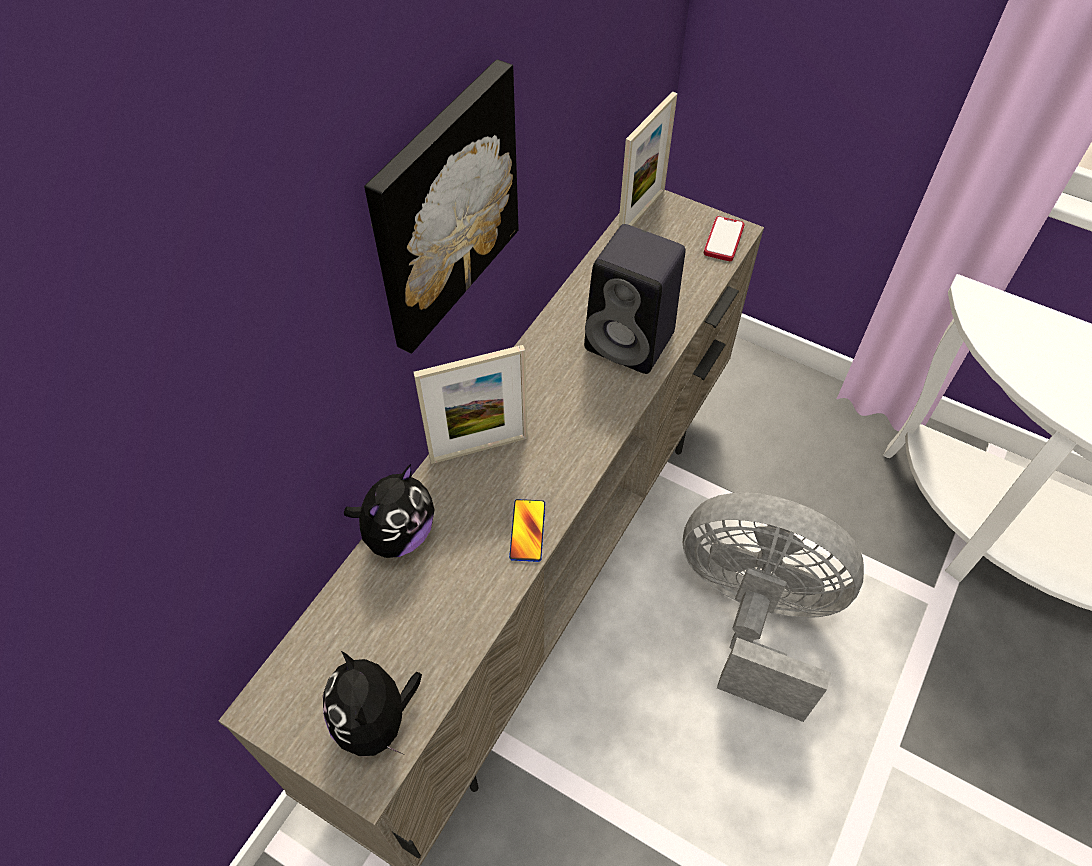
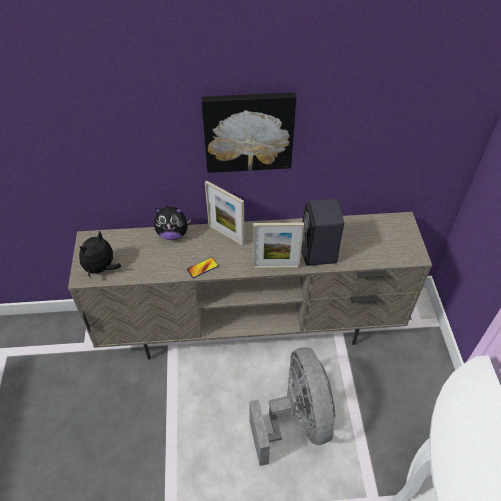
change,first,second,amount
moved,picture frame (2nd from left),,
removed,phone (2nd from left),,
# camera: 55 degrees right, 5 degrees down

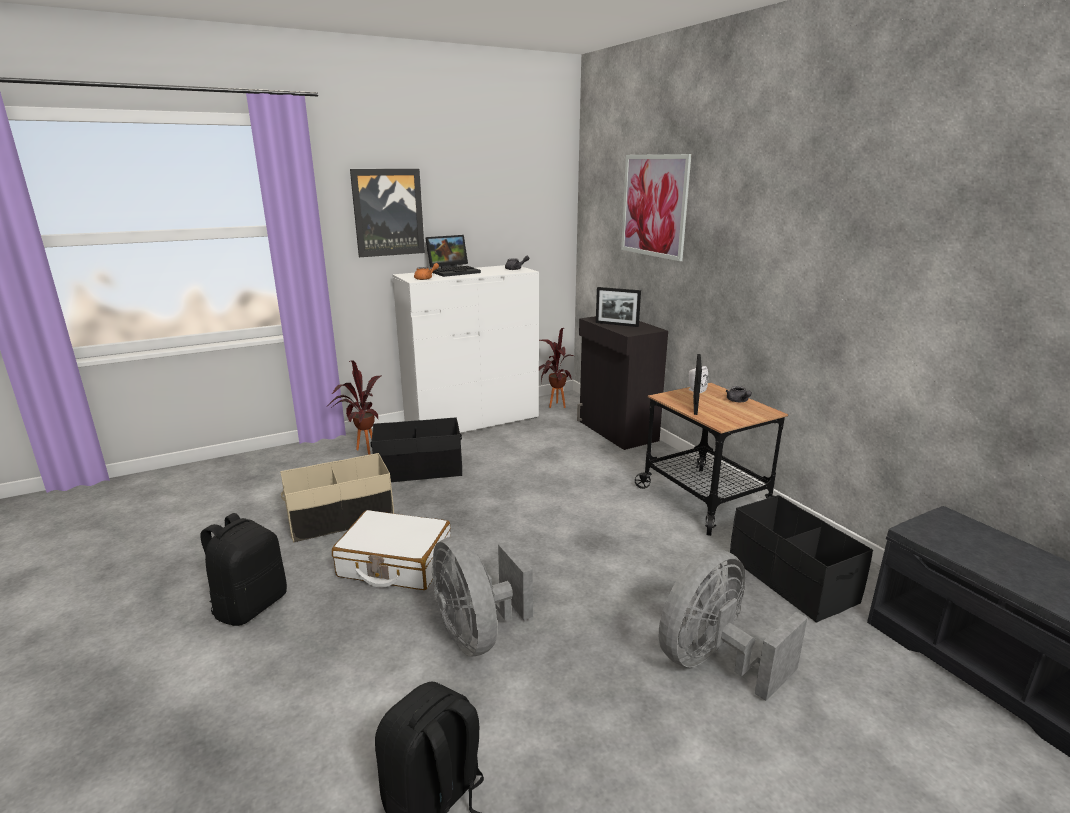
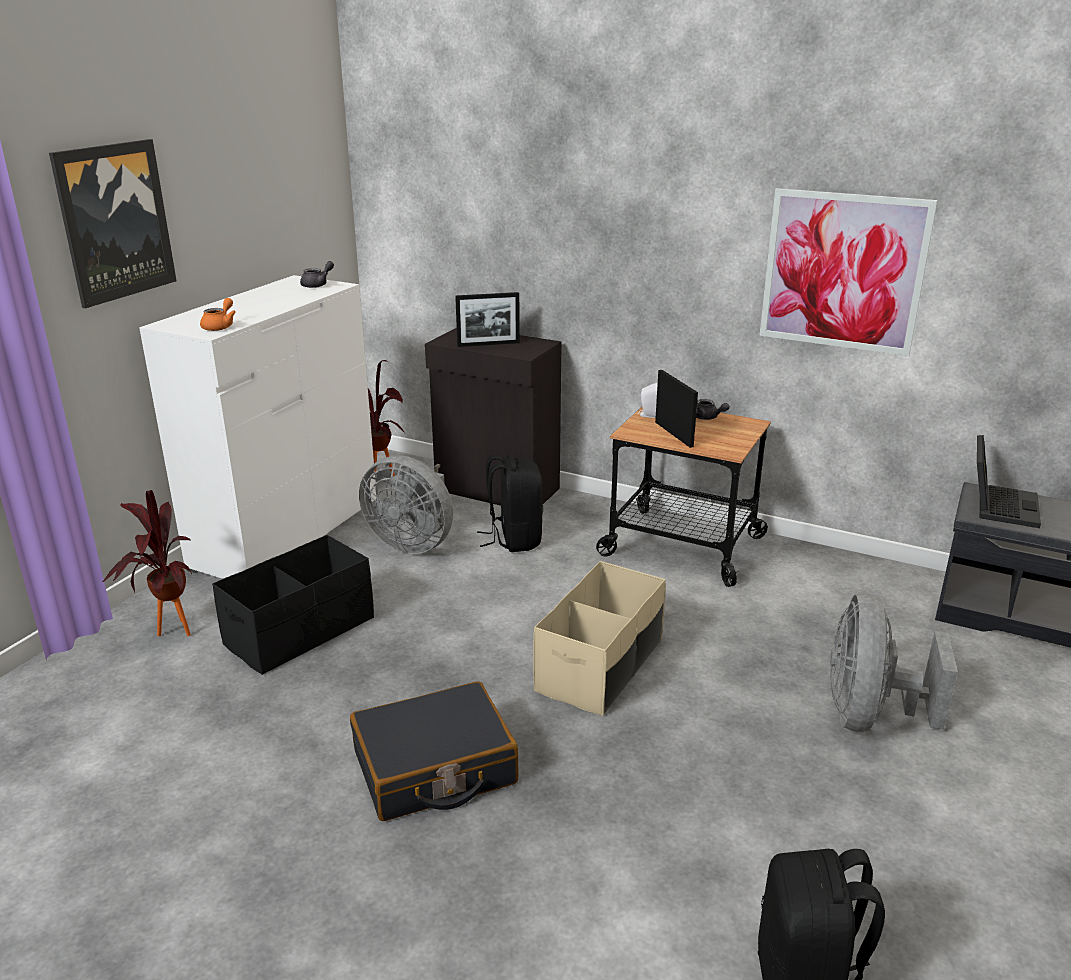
change,first,second,amount
moved,black backpack (1st from left),,
moved,beige storage box,,
recoloured,white suitcase,black suitcase,
moved,laptop,,
moved,grey fan (1st from left),,
moved,picture (2nd from left),,
removed,black storage box (2nd from left),,
# camera: 35 degrees left, 5 degrees up

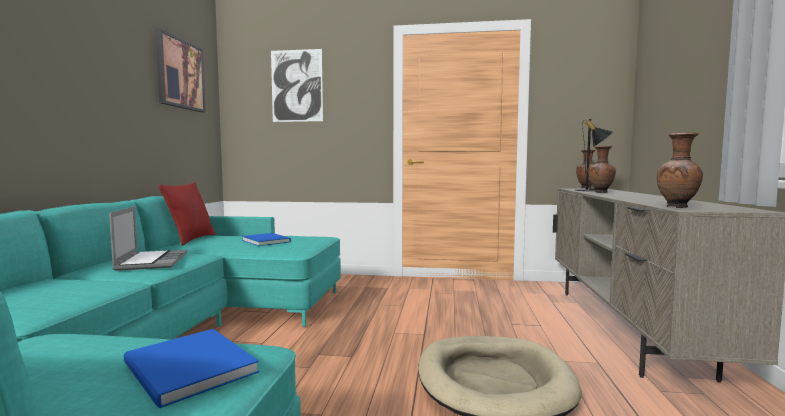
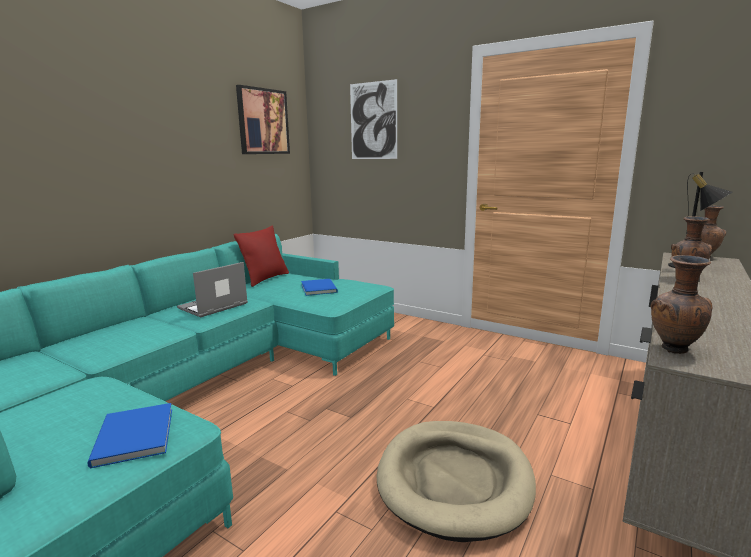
change,first,second,amount
turned,laptop,,150 degrees counterclockwise
# camera: 25 degrees right, 10 degrees up

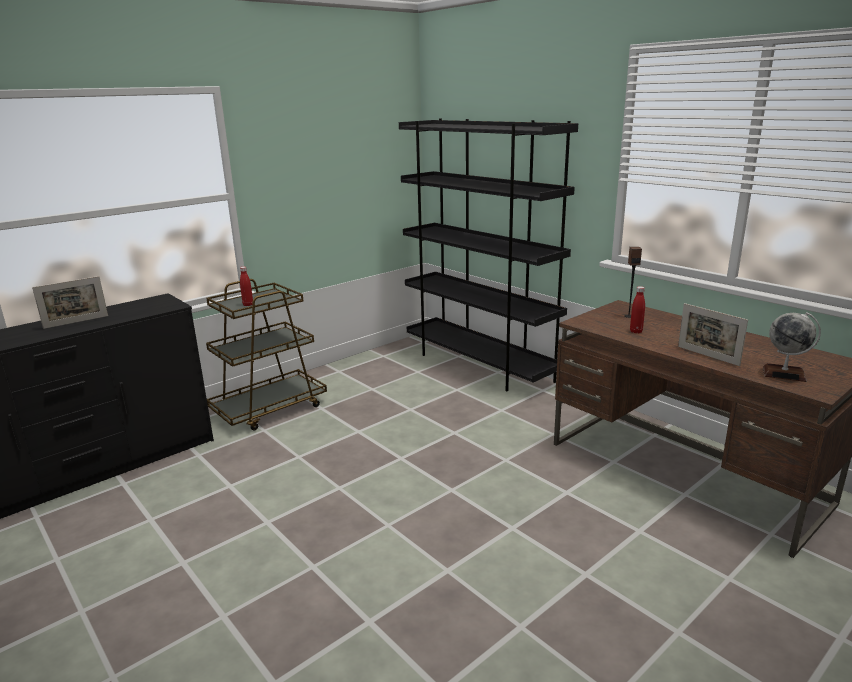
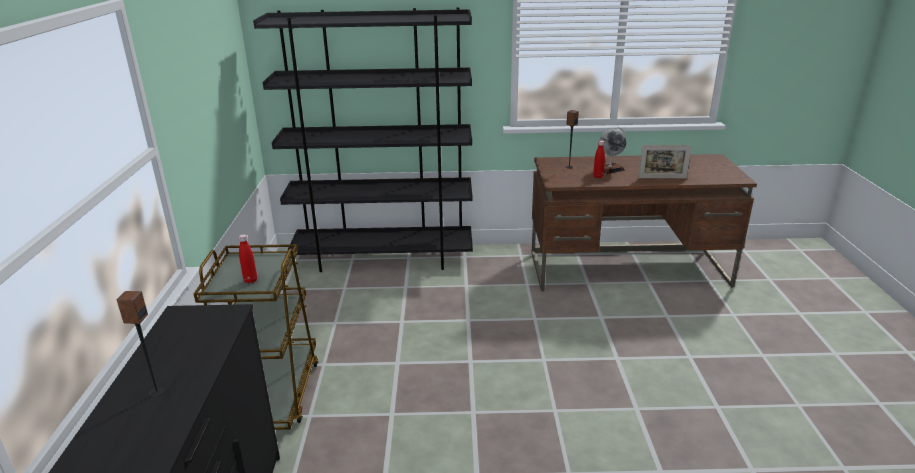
change,first,second,amount
replaced,picture frame (1st from left),speaker (1st from left),
moved,globe,,
# camera: 50 degrees left, 5 degrees up

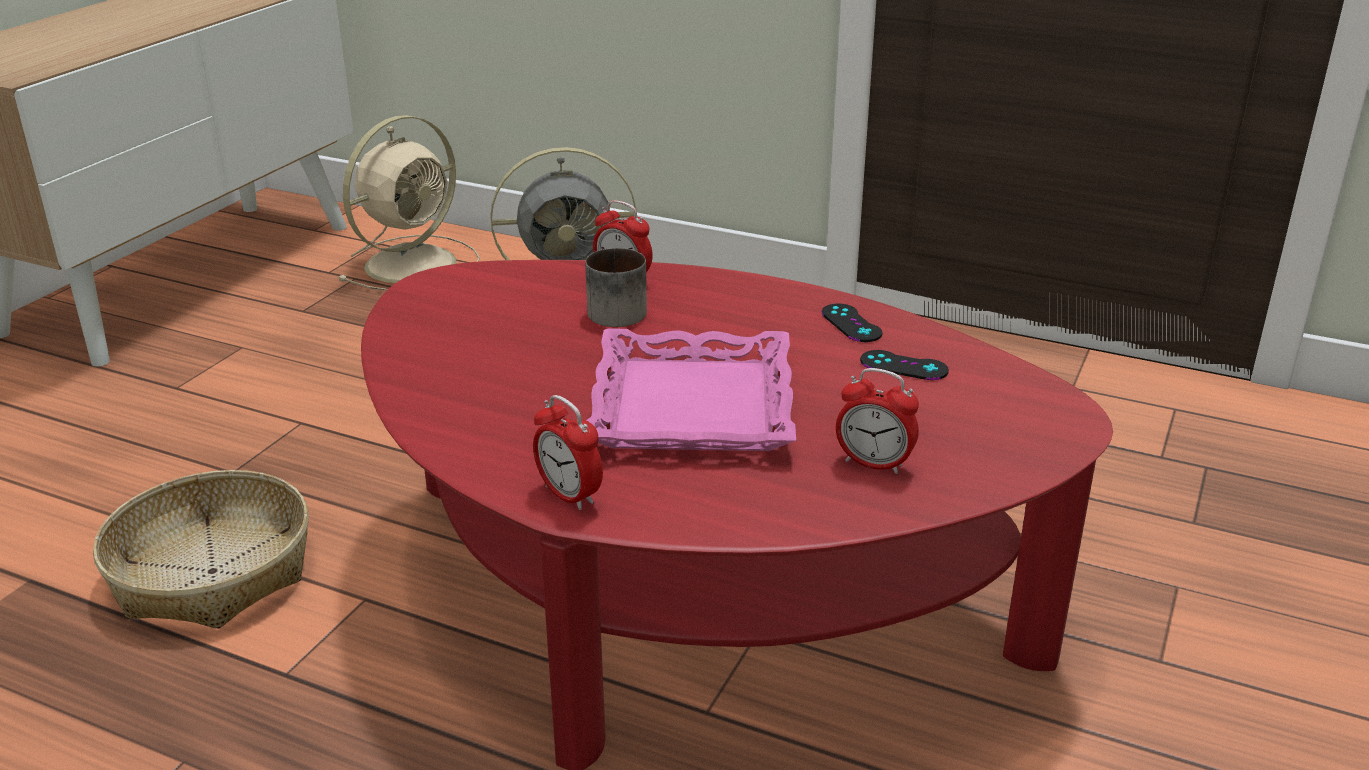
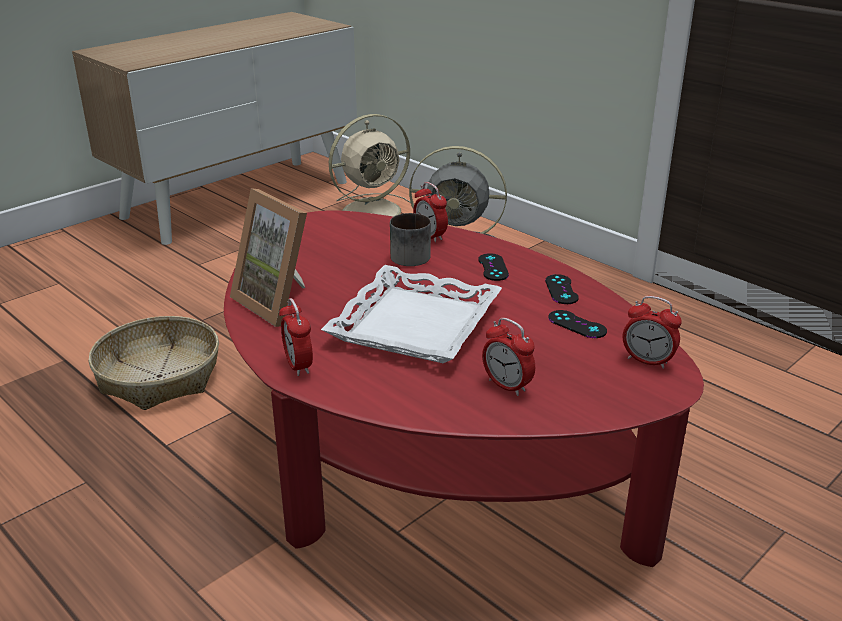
change,first,second,amount
recoloured,pink tray,white tray,
added,,picture frame,
added,,black game controller (1st from left),
added,,alarm clock (4th from left),
# camera: 20 degrees right, 0 degrees up

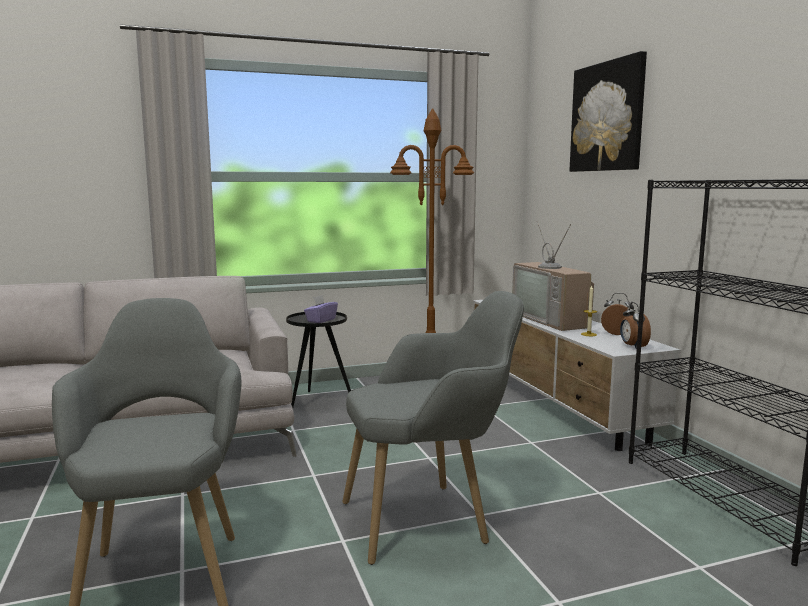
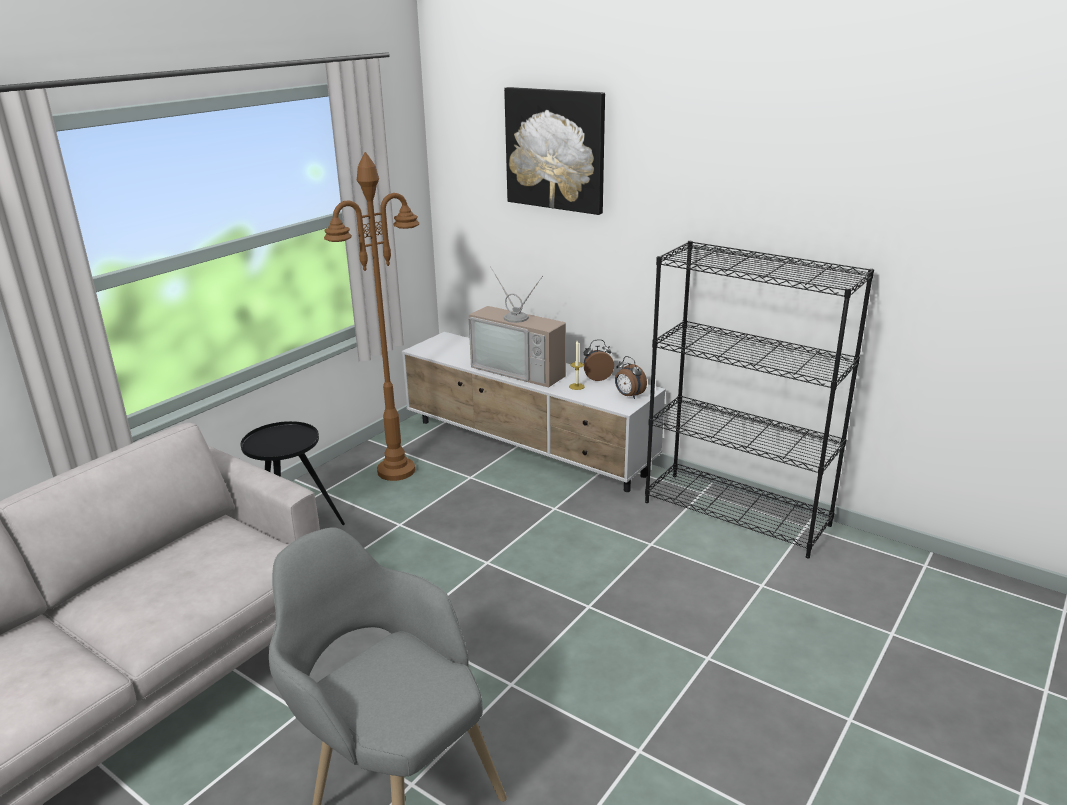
change,first,second,amount
removed,purple tissue box,,
removed,grey armchair (2nd from left),,
# camera: 35 degrees left, 15 degrees up

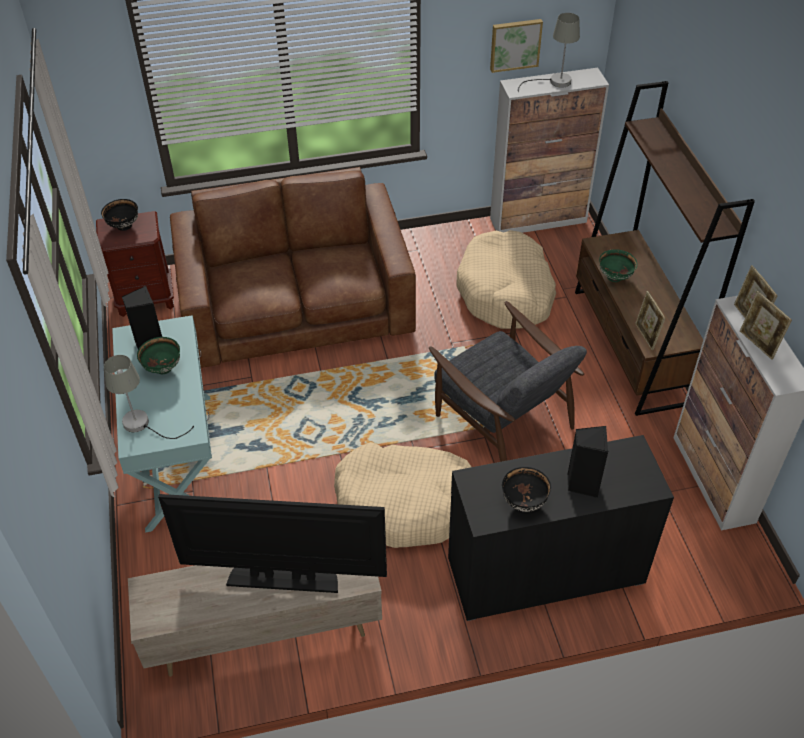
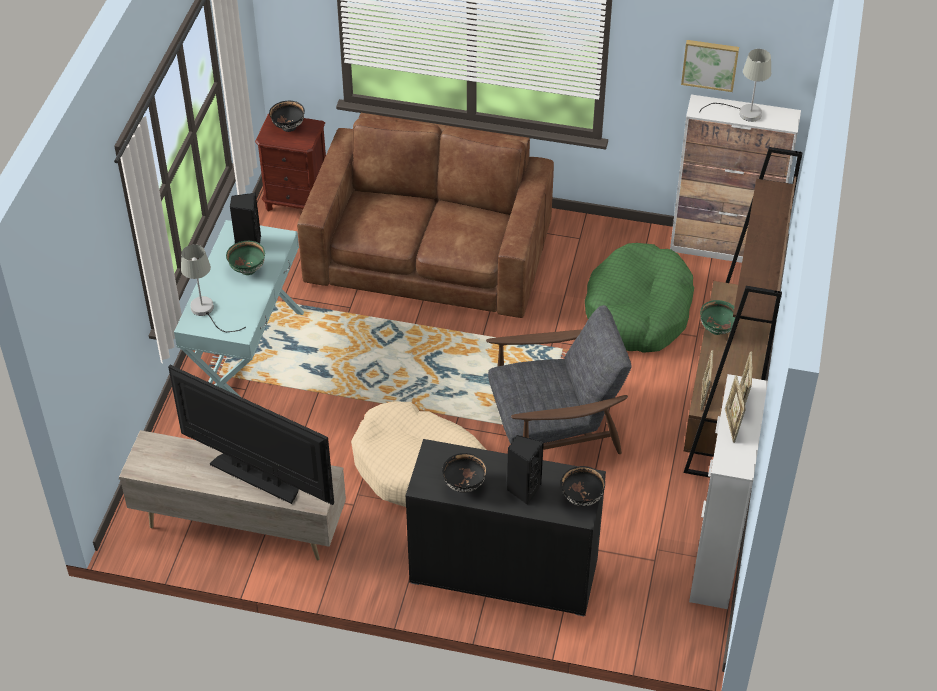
change,first,second,amount
turned,grey armchair,,90 degrees counterclockwise
recoloured,beige dog bed (2nd from left),green dog bed,
added,,black bowl (3rd from left),
# camera: 25 degrees right, 0 degrees up

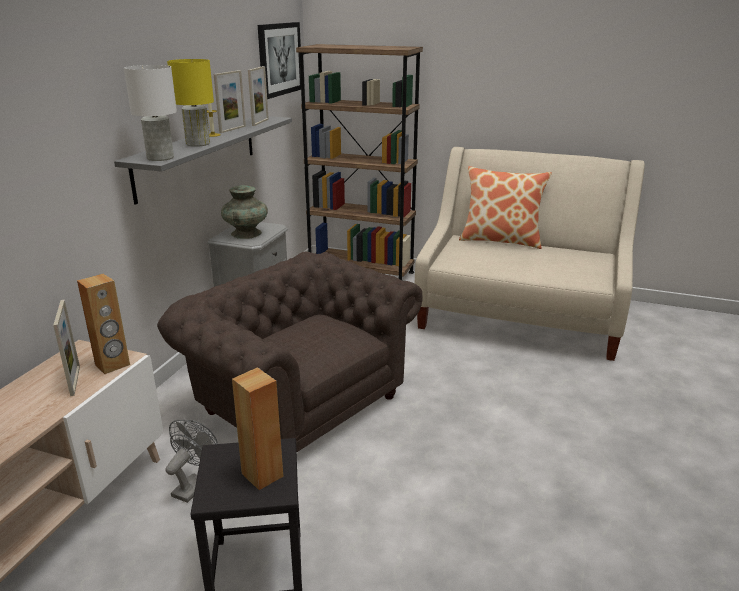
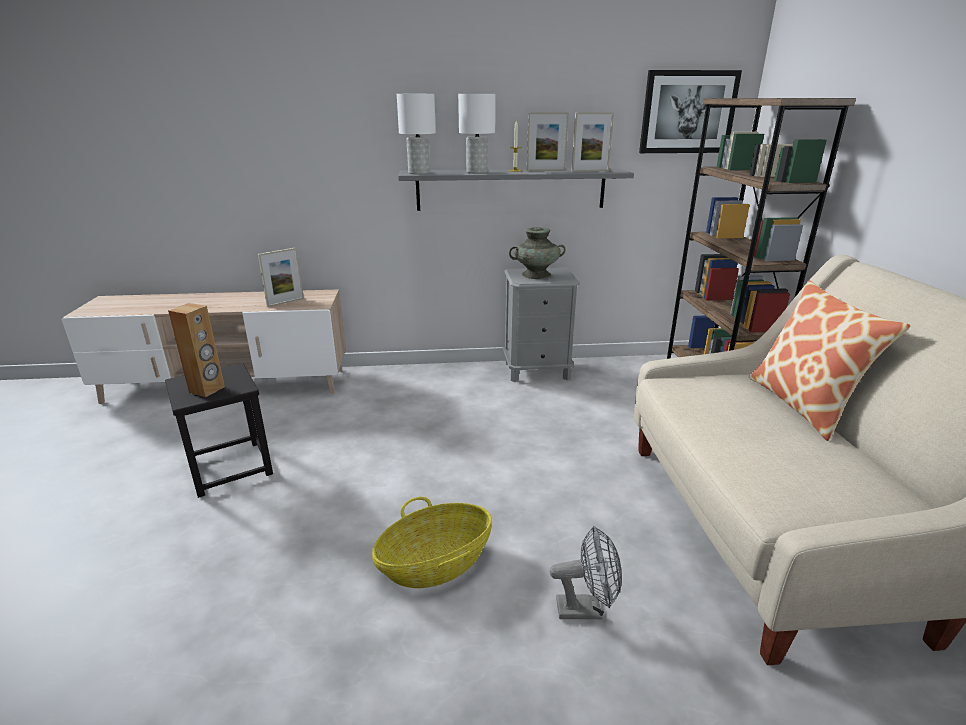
change,first,second,amount
removed,brown speaker (1st from left),,
removed,brown armchair,,
moved,grey fan,,
recoloured,yellow table lamp,white table lamp (2nd from left),
added,,basket,
# camera: 65 degrees right, 0 degrees up

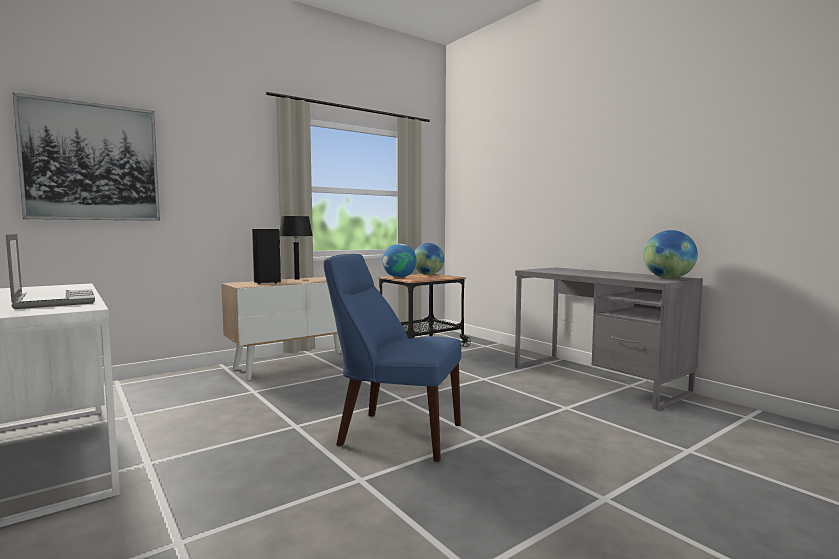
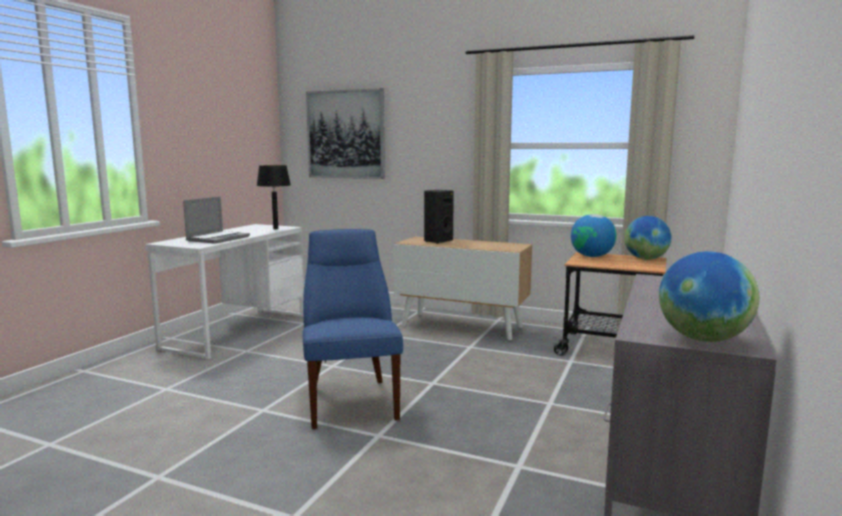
change,first,second,amount
moved,black table lamp,,
# camera: 60 degrees right, 5 degrees up

